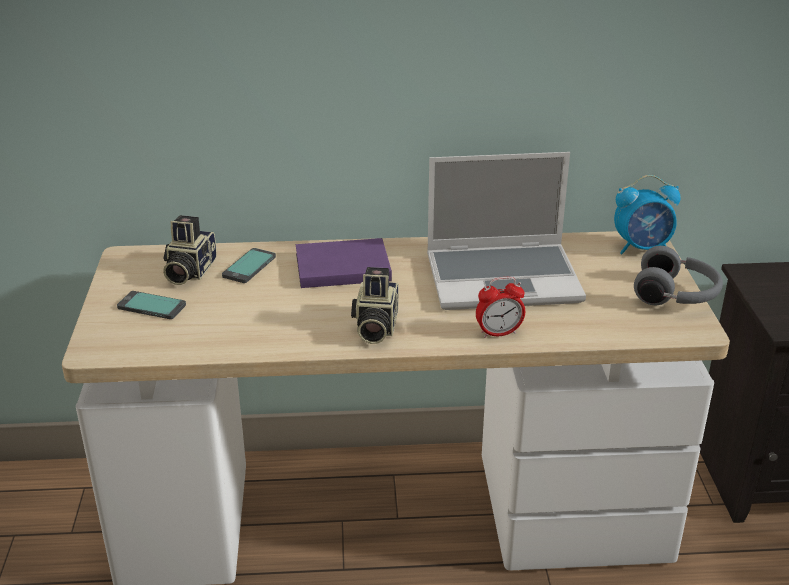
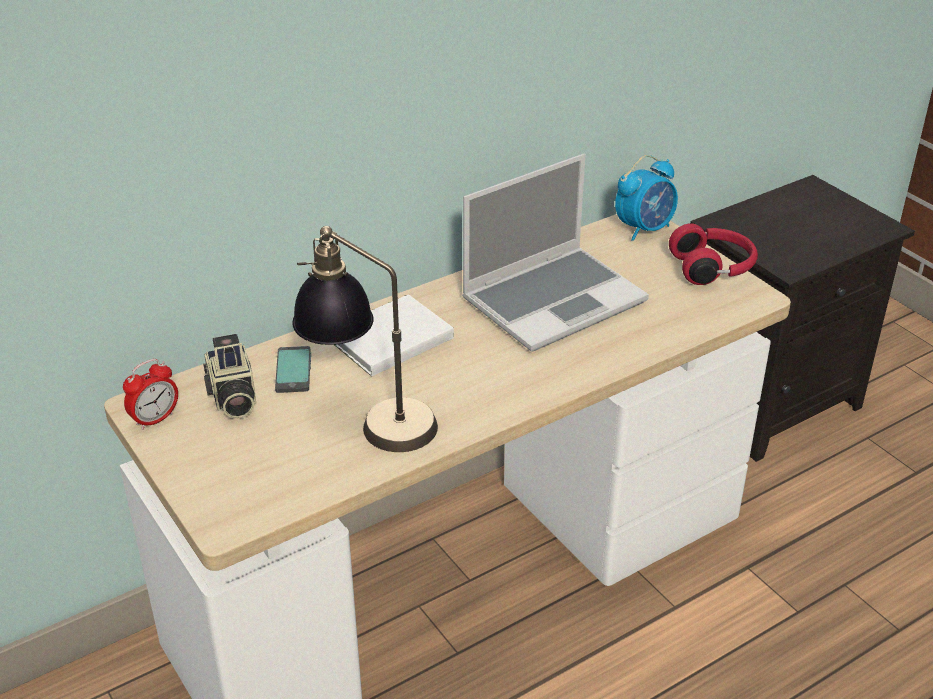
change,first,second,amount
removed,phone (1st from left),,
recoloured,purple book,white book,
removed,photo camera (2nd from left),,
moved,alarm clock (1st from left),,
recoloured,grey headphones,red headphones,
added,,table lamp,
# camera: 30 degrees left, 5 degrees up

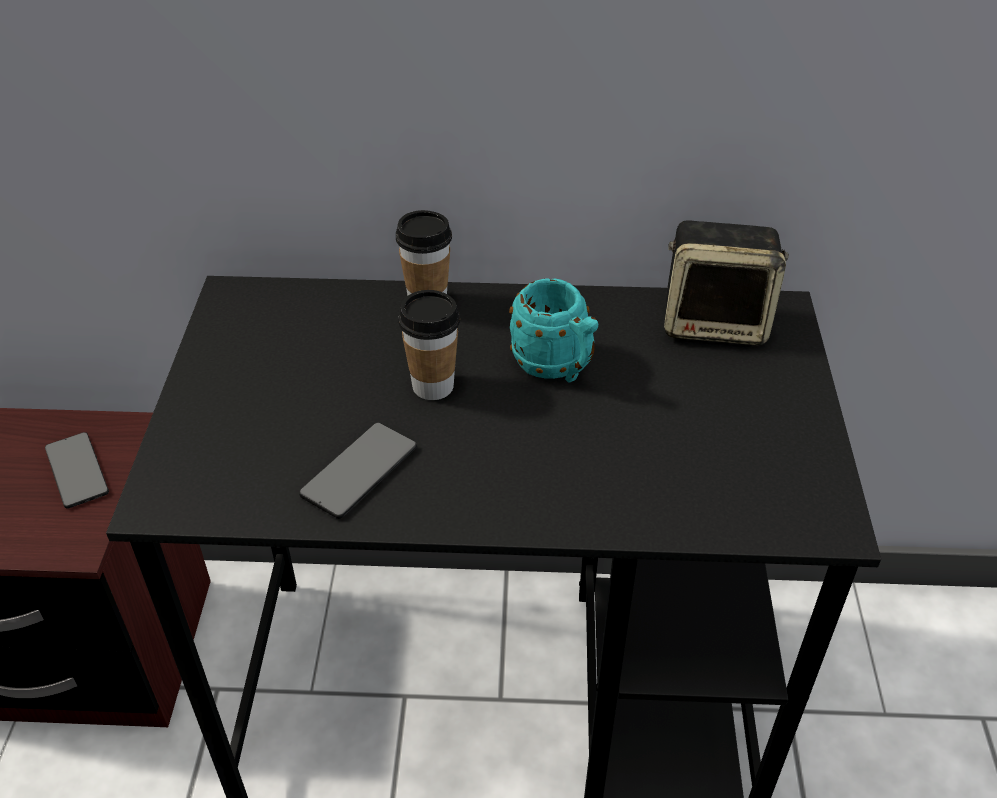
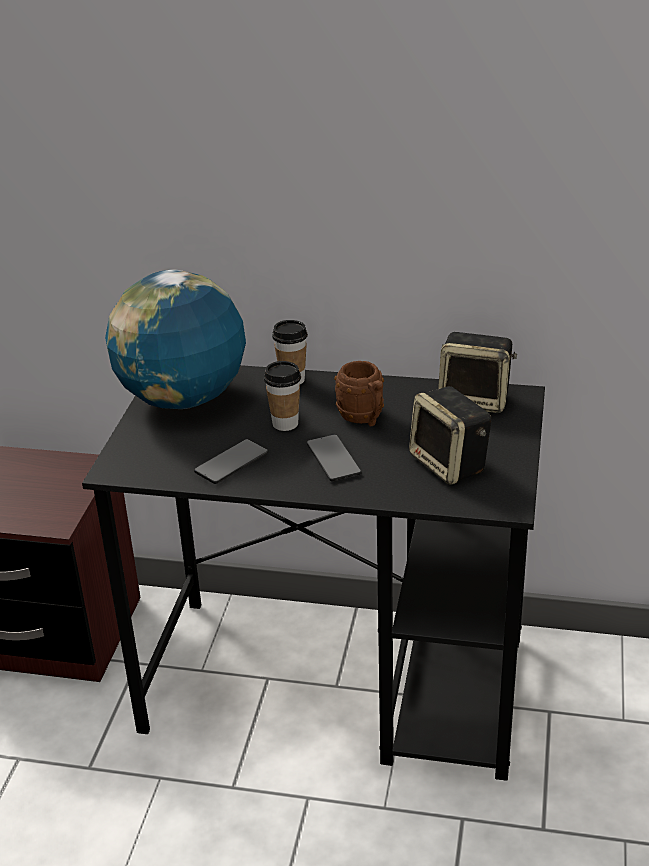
change,first,second,amount
moved,phone (1st from left in the first image),phone (2nd from left),
recoloured,turquoise mug,brown mug,
added,,globe,
added,,speaker (1st from left),
# camera: 10 degrees right, 10 degrees down

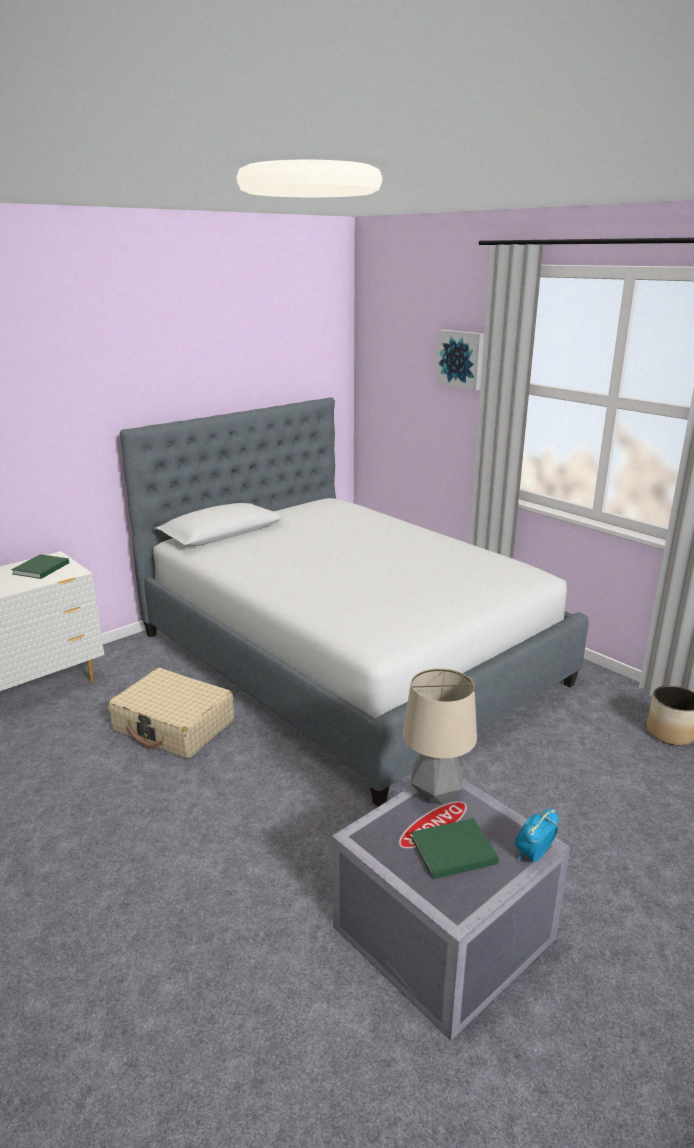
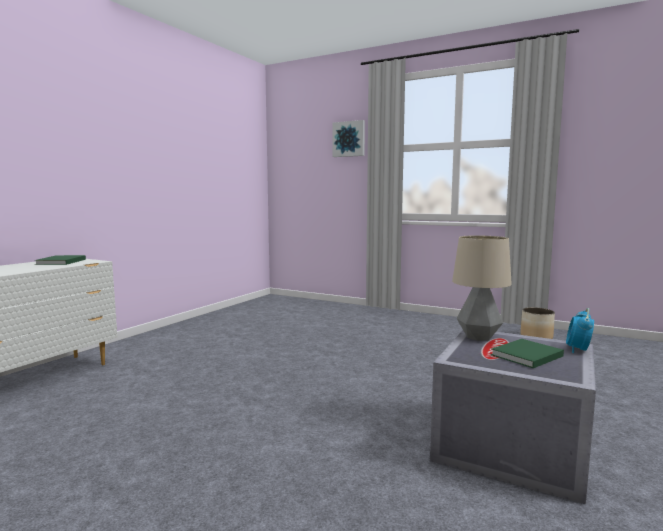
change,first,second,amount
removed,beige suitcase,,
removed,bed,,
# camera: 20 degrees left, 15 degrees down

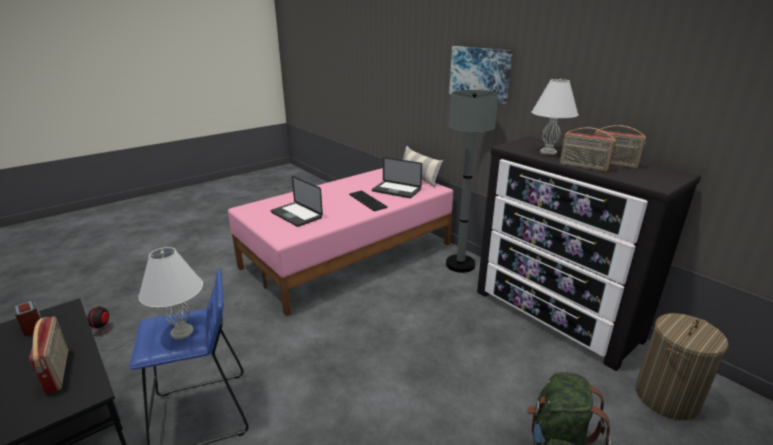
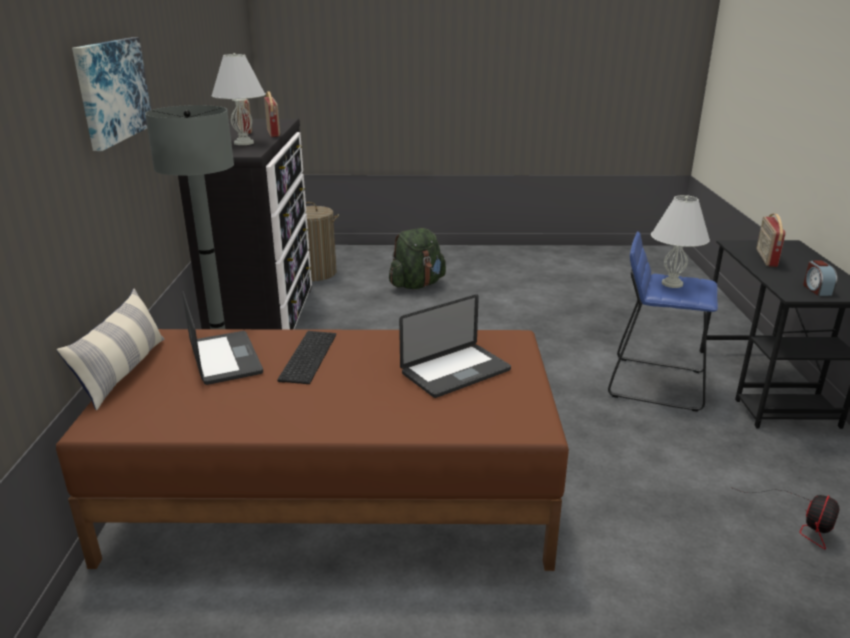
change,first,second,amount
recoloured,pink bed,brown bed,
turned,laptop (1st from left in the first image),laptop (2nd from left),60 degrees clockwise
# camera: 140 degrees left, 0 degrees up

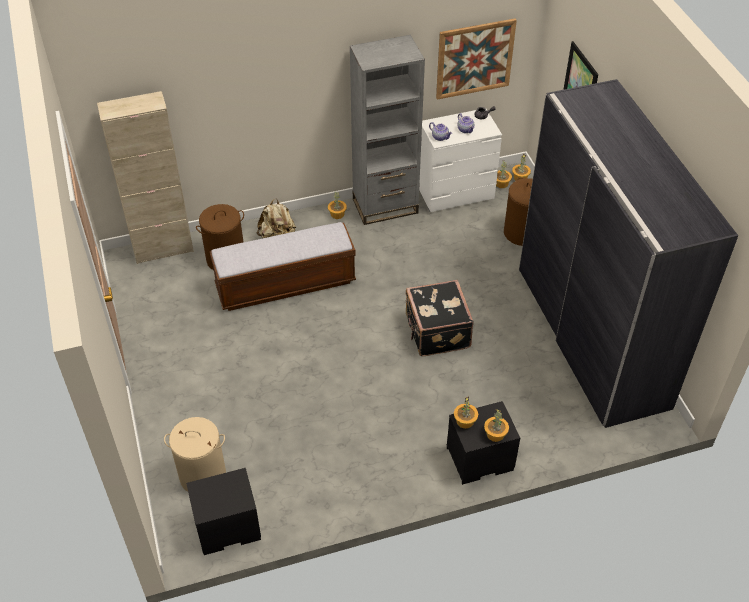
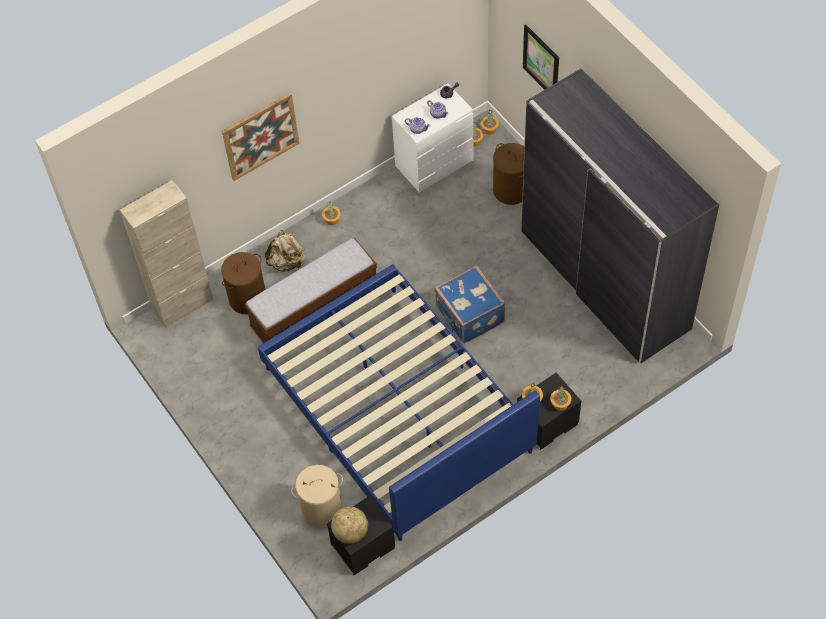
change,first,second,amount
removed,grey bookcase,,
recoloured,black suitcase,blue suitcase,
moved,picture (1st from left),,
added,,blue bed,
added,,globe,
# camera: 15 degrees left, 10 degrees up

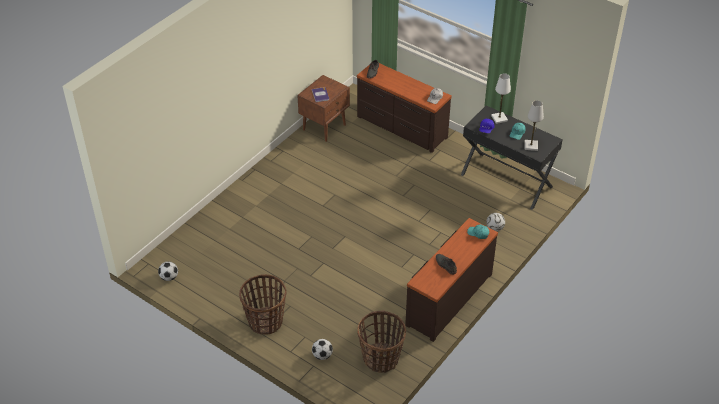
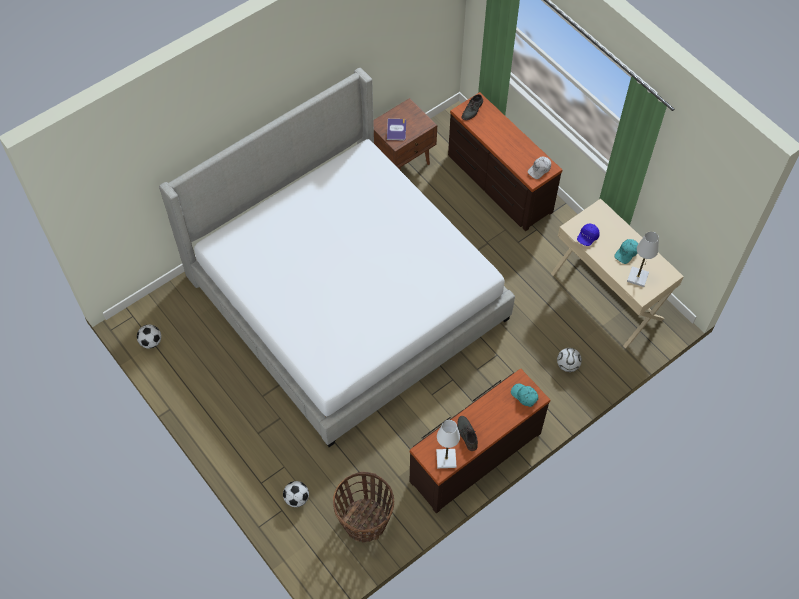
change,first,second,amount
removed,basket (1st from left),,
recoloured,black desk,beige desk,
moved,white table lamp (1st from left),,
added,,bed,
# camera: 15 degrees right, 15 degrees up

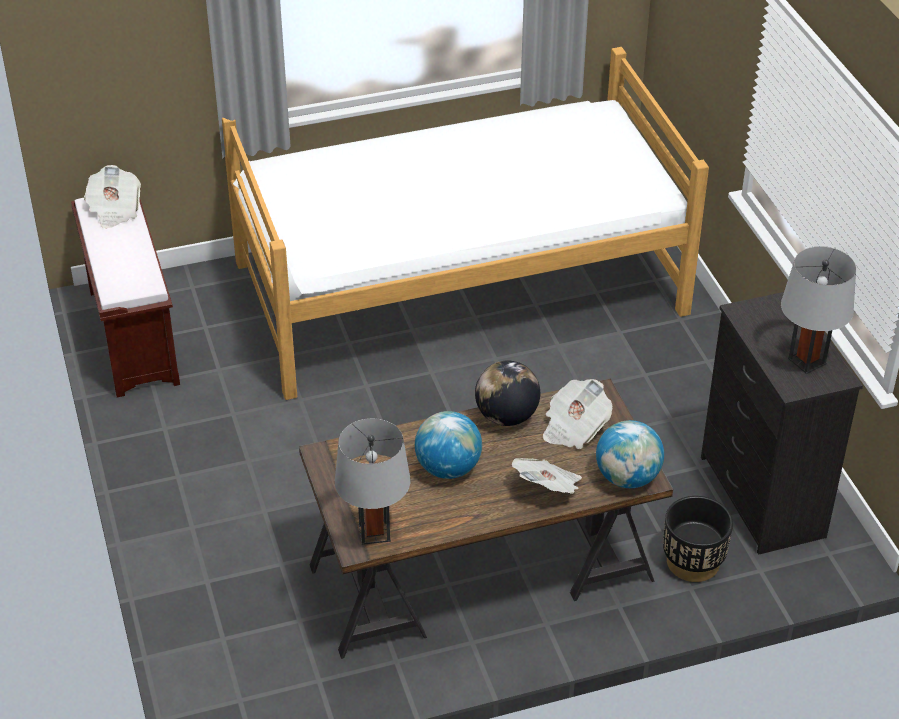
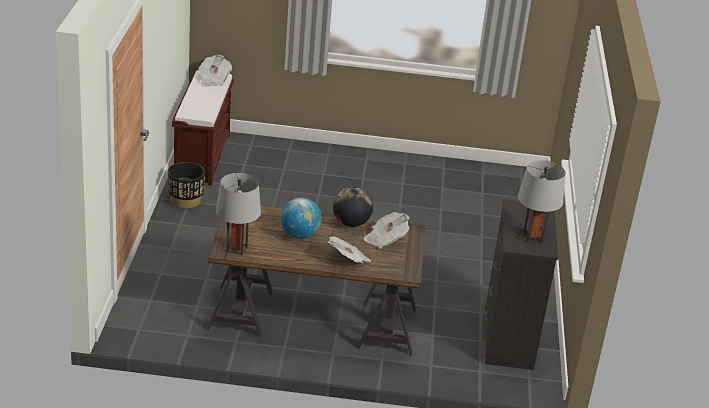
change,first,second,amount
removed,bed,,
removed,globe (3rd from left),,
moved,black planter,,
# camera: 20 degrees right, 10 degrees down

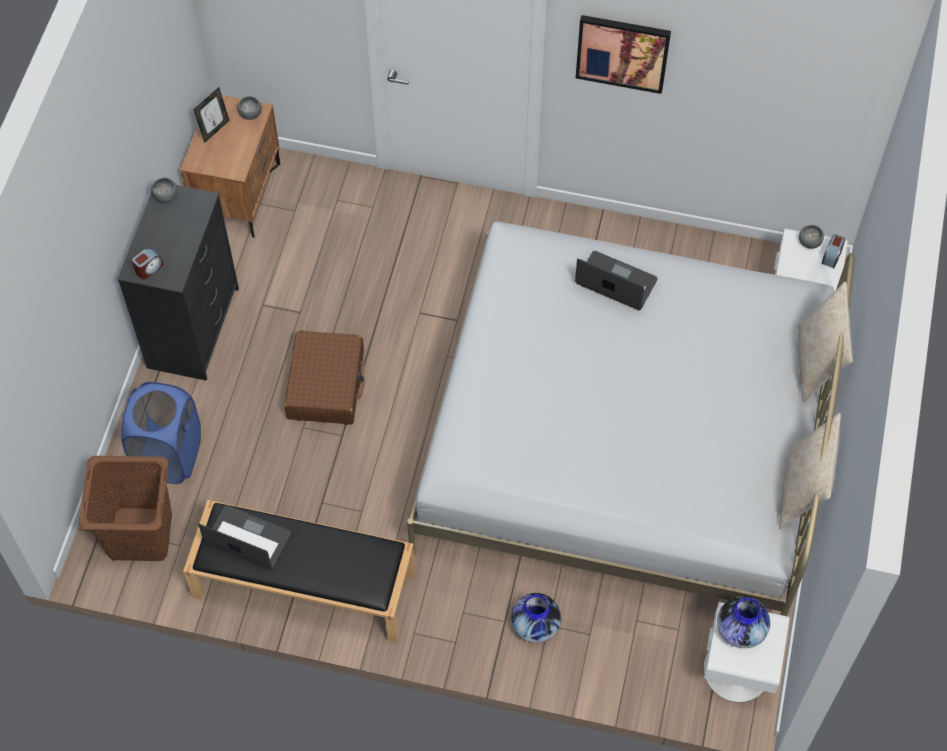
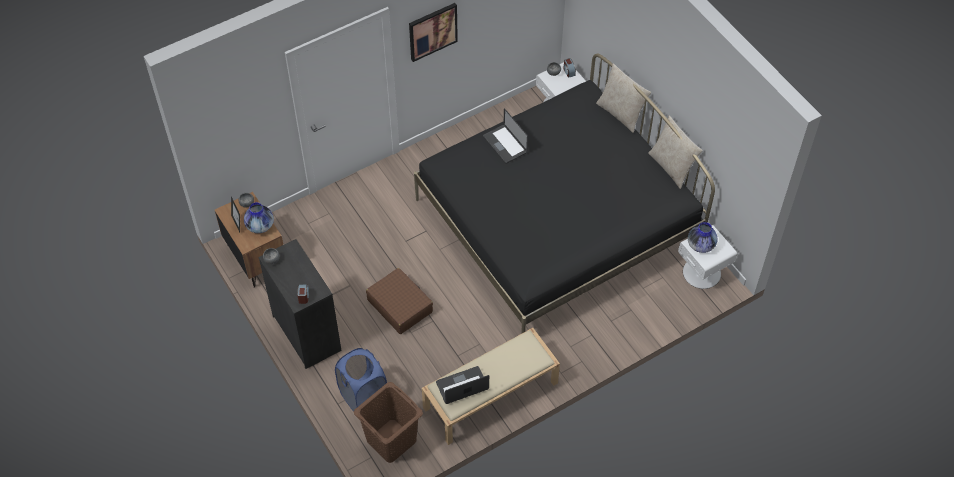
change,first,second,amount
recoloured,black bench,beige bench,
recoloured,white bed,black bed,
moved,vase (1st from left),,
turned,laptop (2nd from left),,105 degrees counterclockwise
# camera: 45 degrees left, 5 degrees down

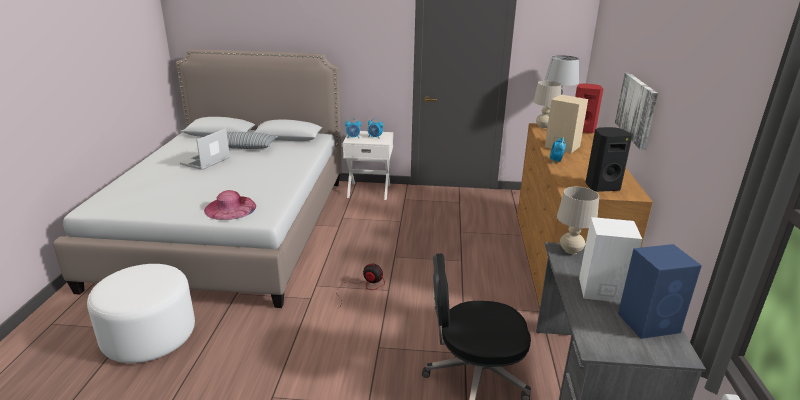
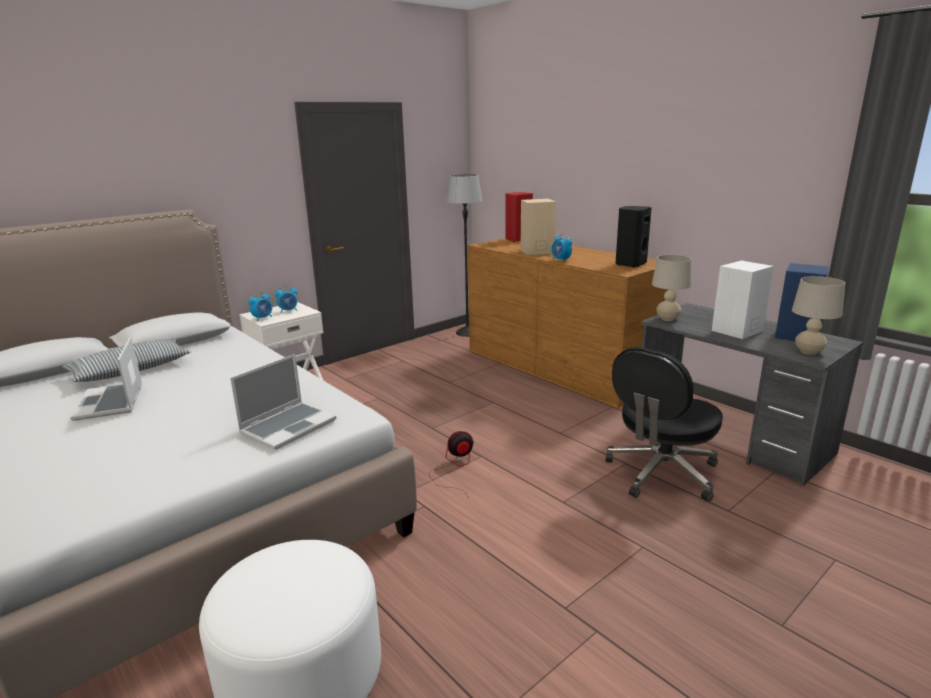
change,first,second,amount
replaced,pink hat,laptop (2nd from left),
moved,beige table lamp (1st from left in the first image),beige table lamp (2nd from left),
removed,picture,,
# camera: 45 degrees left, 5 degrees down

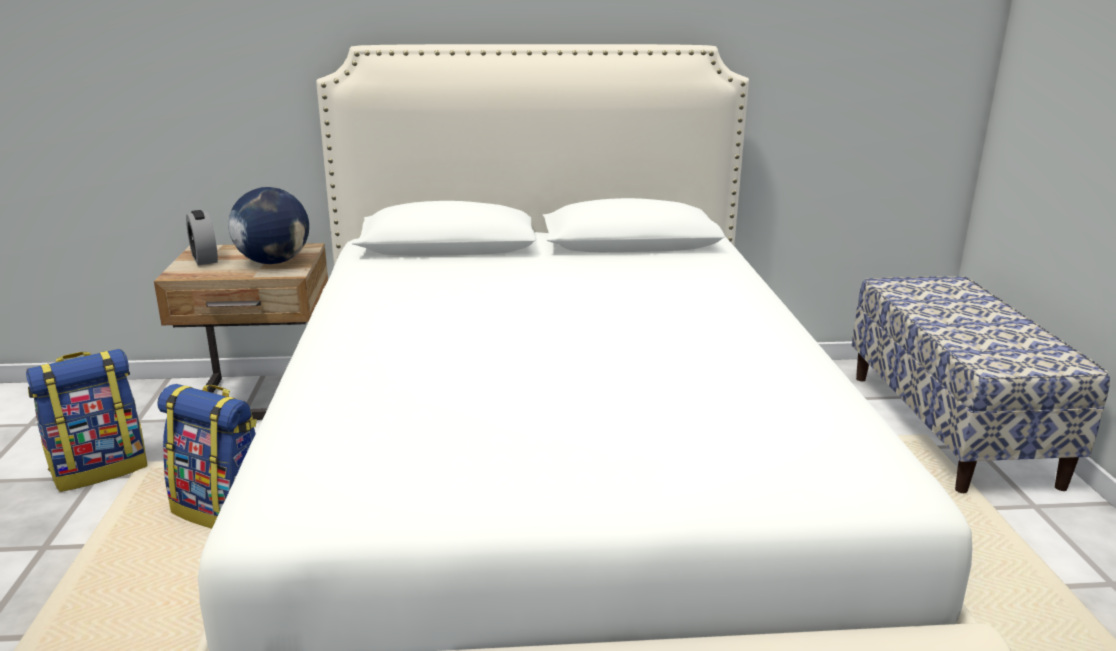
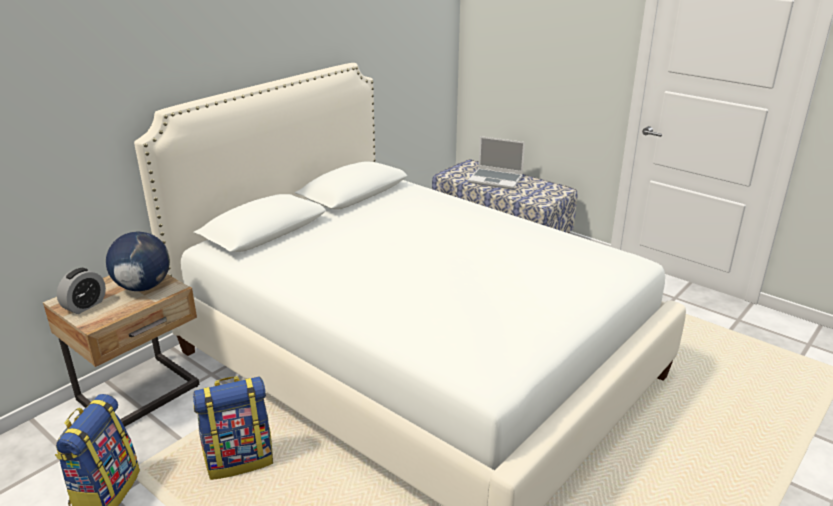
change,first,second,amount
turned,alarm clock,,75 degrees counterclockwise
added,,laptop,
# camera: 45 degrees left, 5 degrees up

